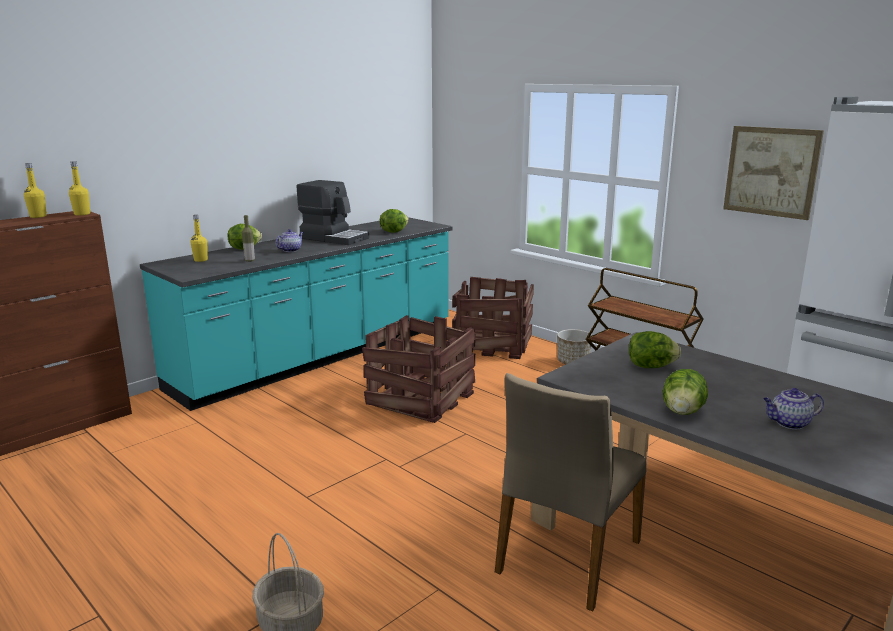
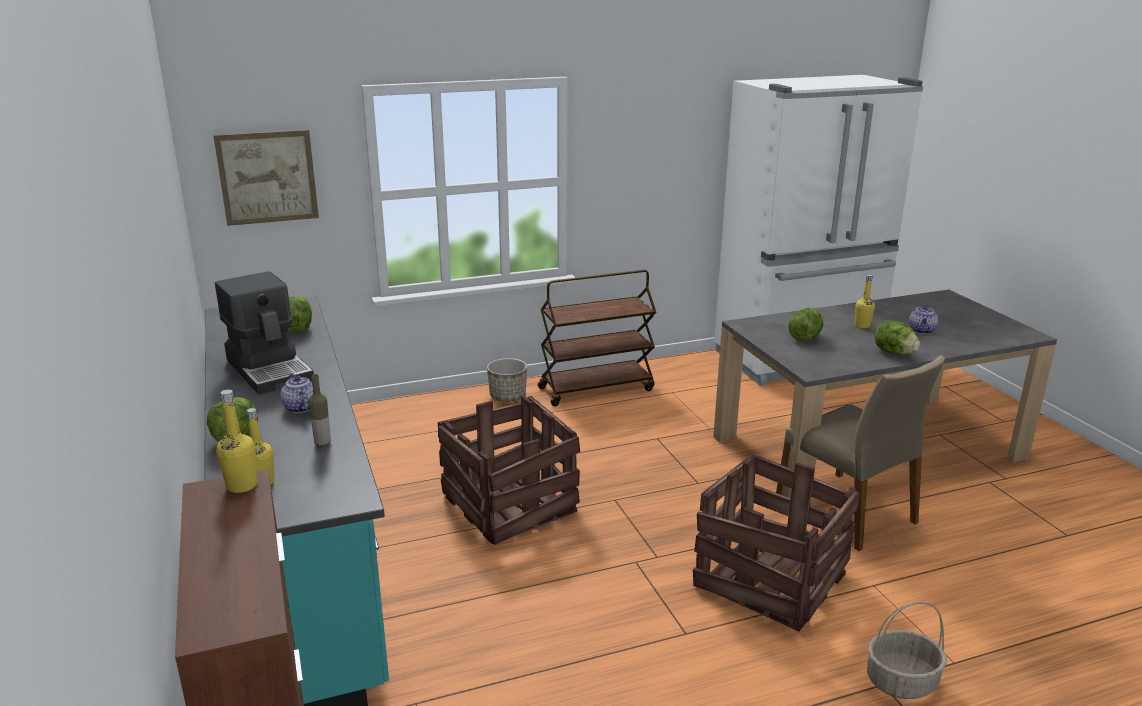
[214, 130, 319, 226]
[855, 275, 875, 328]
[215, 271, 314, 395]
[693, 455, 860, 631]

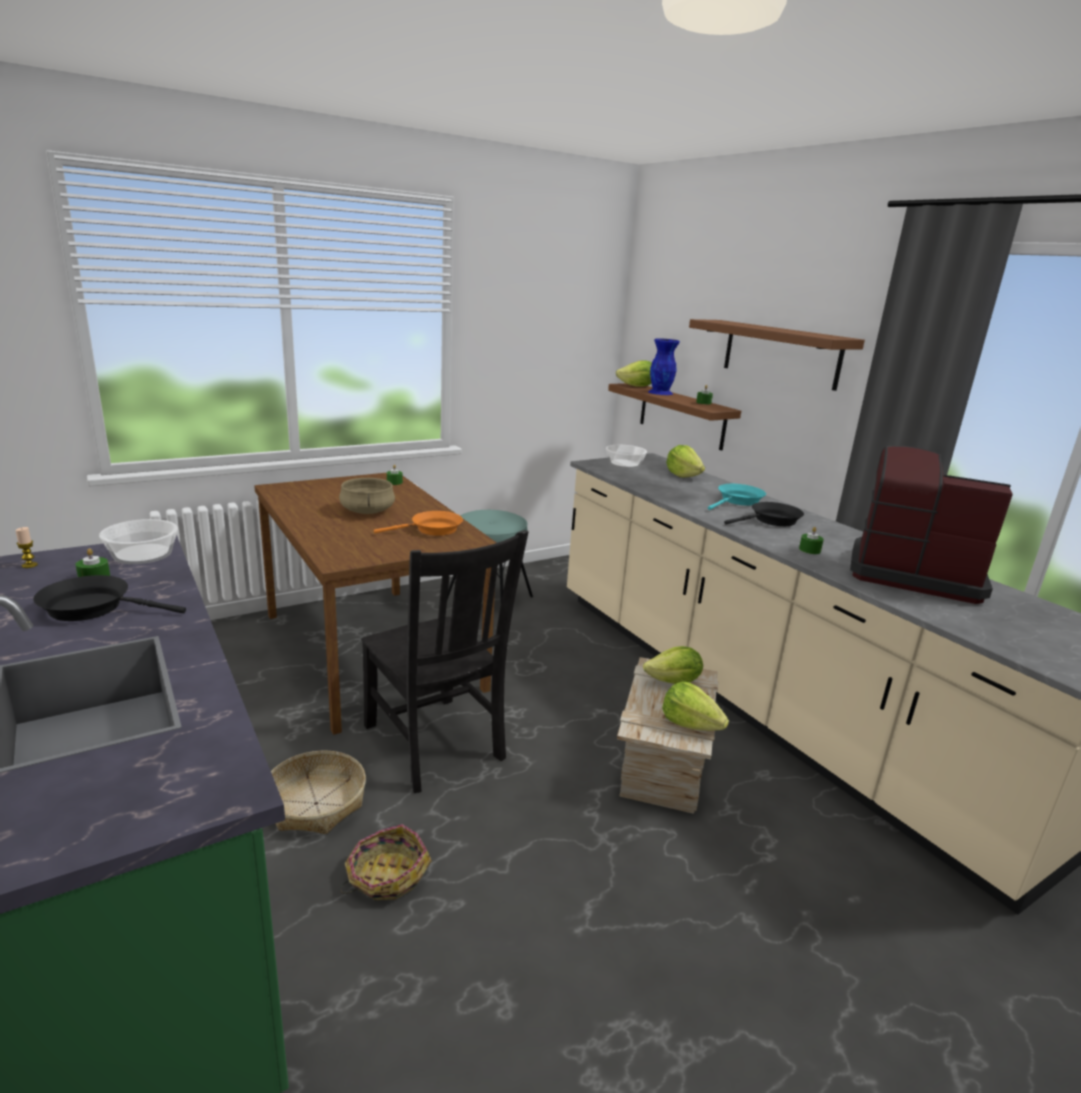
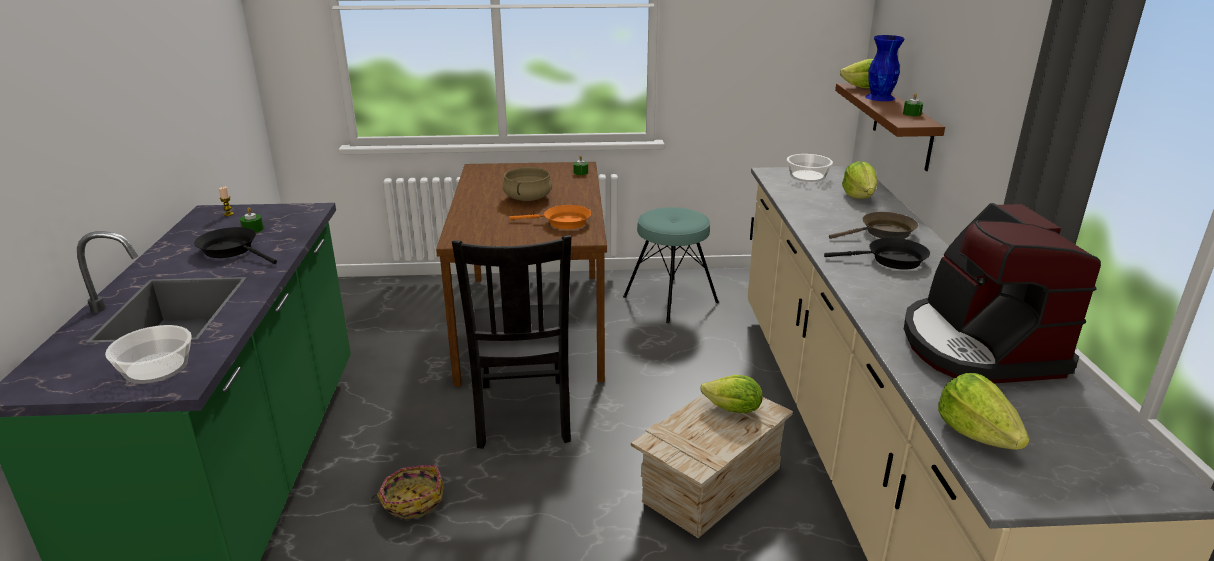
[689, 319, 865, 391] (first image)
[904, 203, 1101, 383]
[829, 212, 918, 239]
[105, 325, 192, 384]
[799, 527, 824, 554] (first image)
[938, 373, 1030, 450]
[271, 751, 366, 834] (first image)

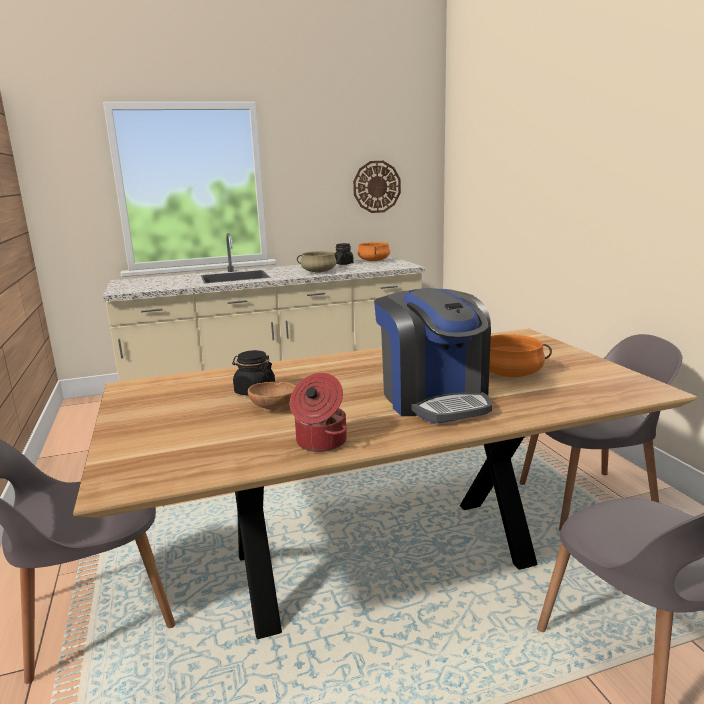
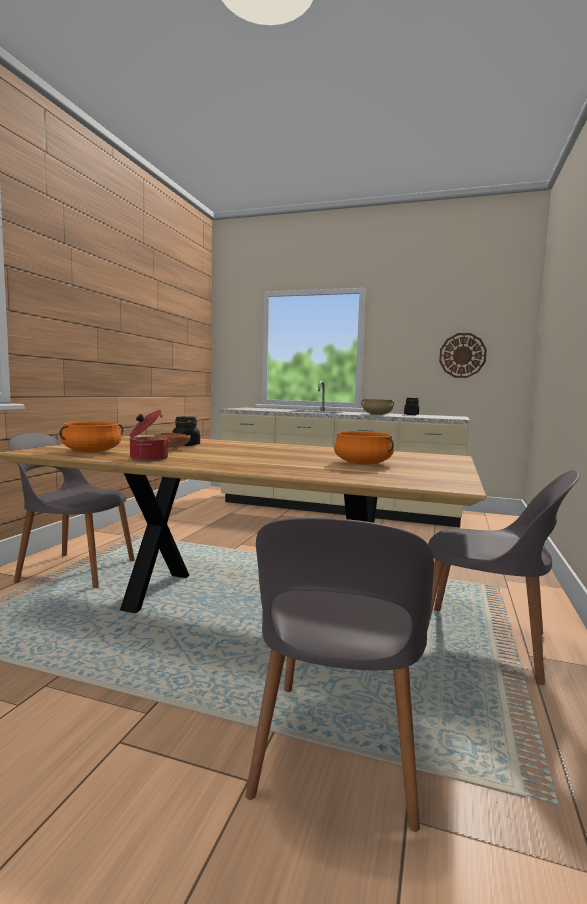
[60, 422, 123, 453]
[374, 288, 492, 423] (first image)

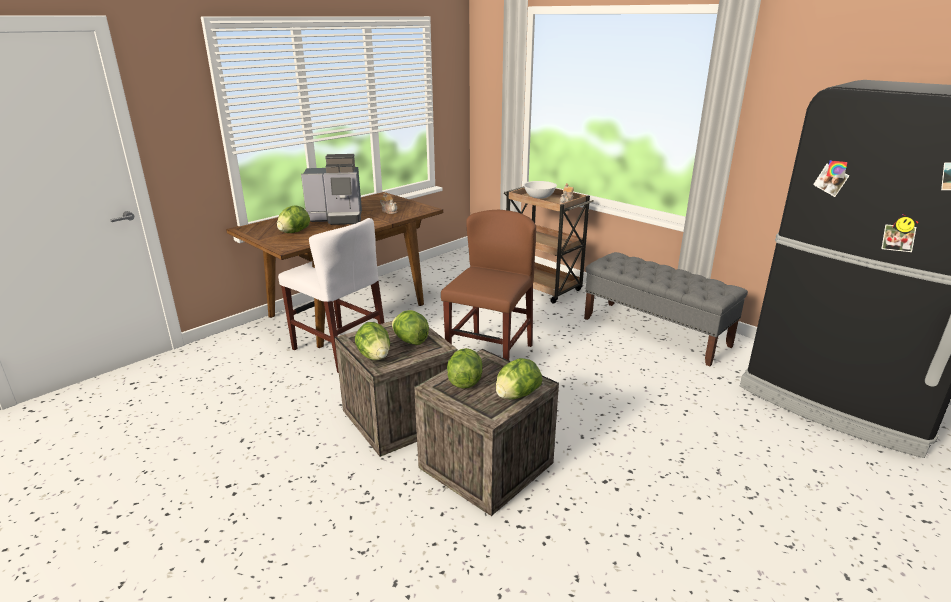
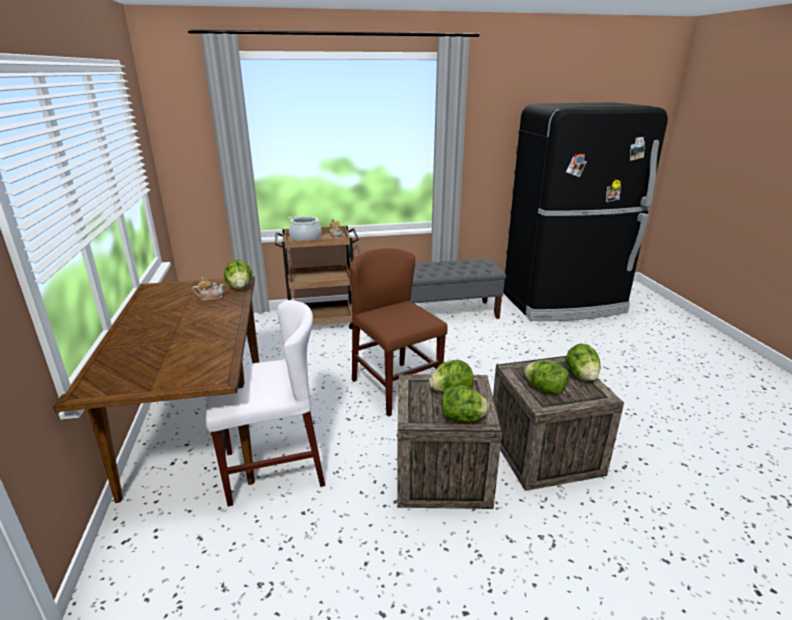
[301, 154, 362, 225] (first image)
[289, 216, 321, 240]
[224, 260, 252, 290]

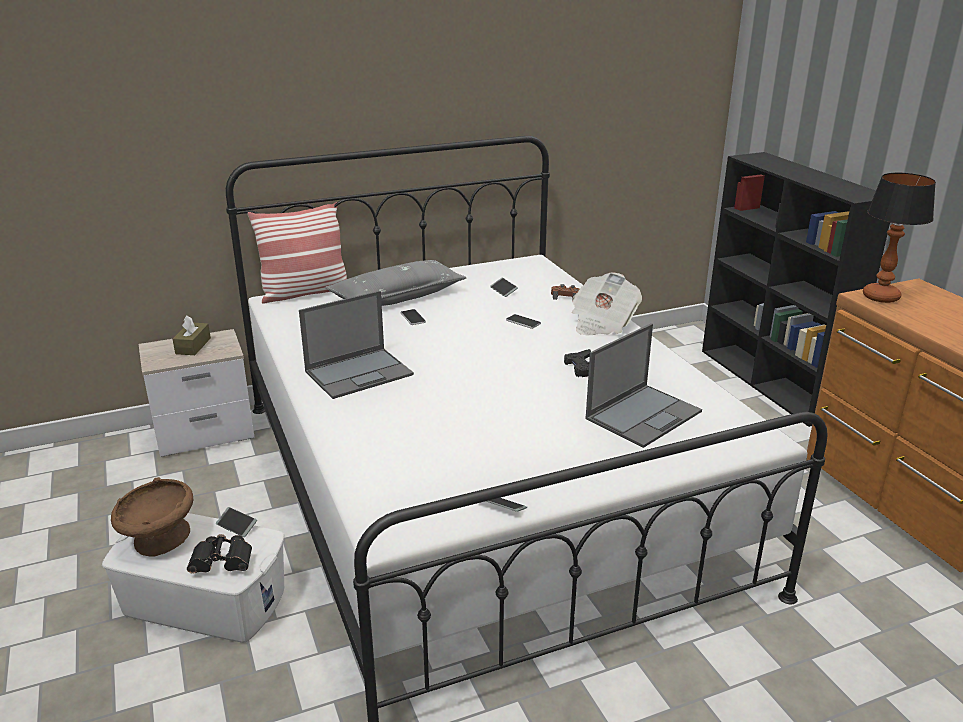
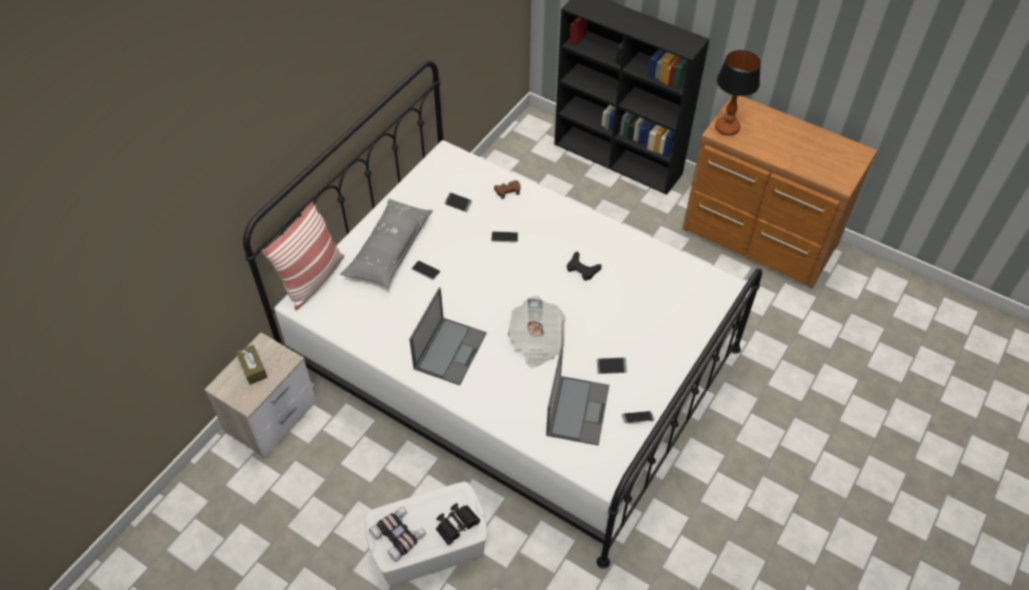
[508, 296, 565, 368]
[546, 347, 609, 446]
[369, 506, 426, 562]
[597, 358, 627, 374]

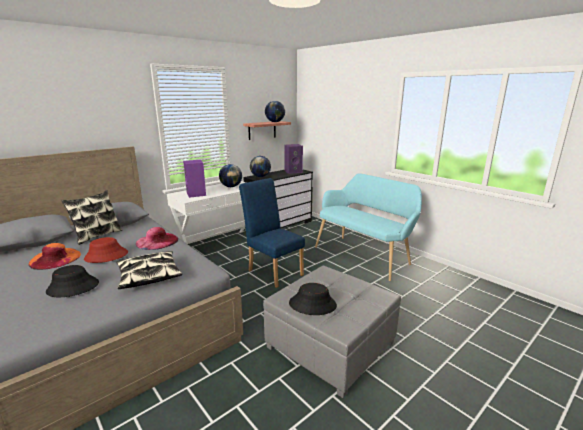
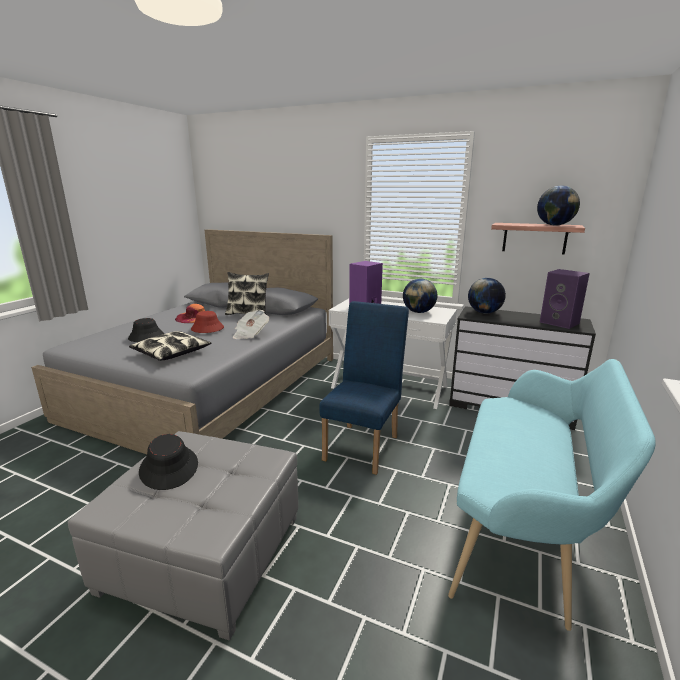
[233, 310, 269, 339]

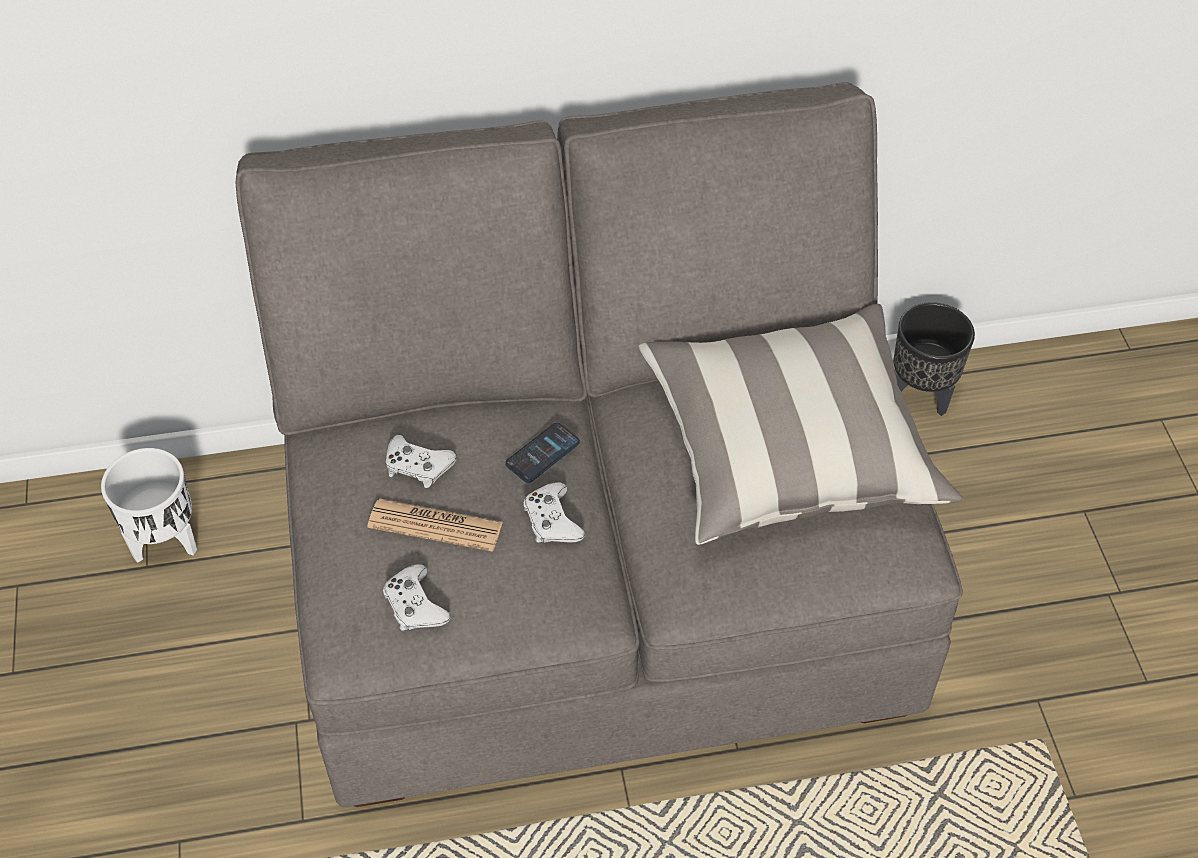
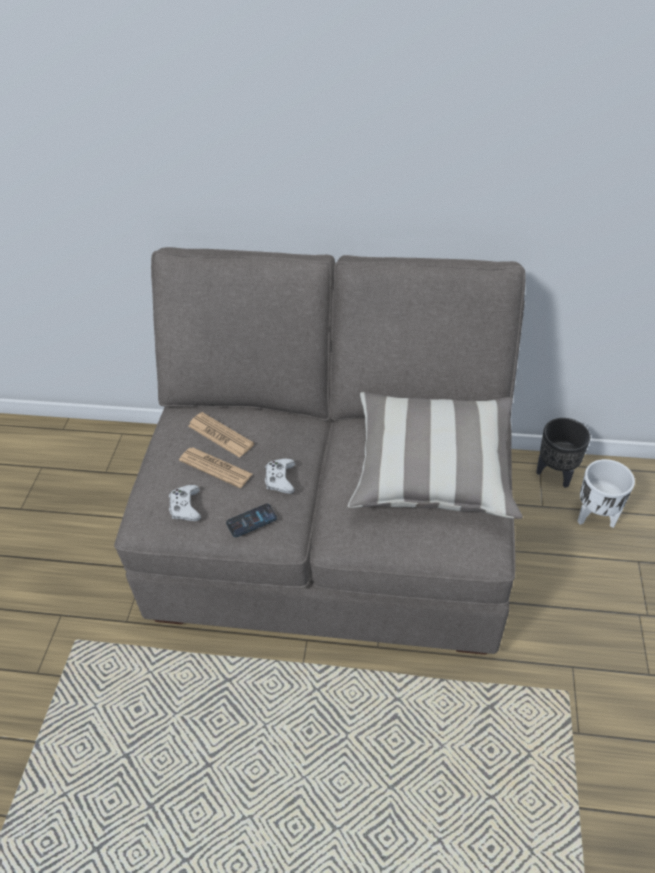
[226, 504, 277, 537]
[188, 412, 254, 458]
[577, 459, 635, 528]

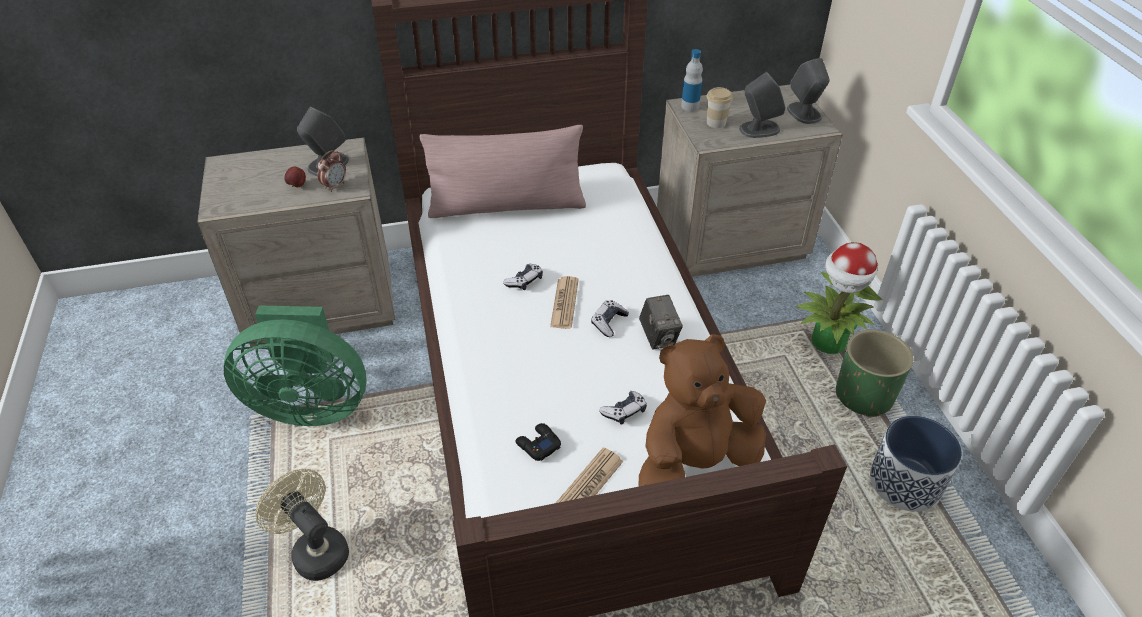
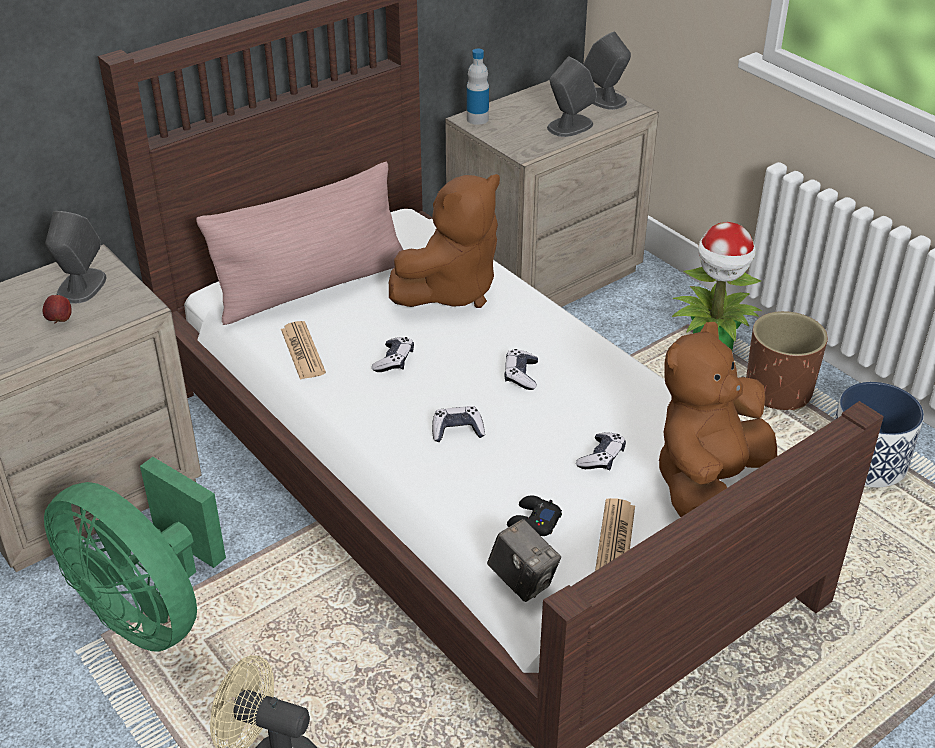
[707, 87, 733, 128] (first image)
[317, 150, 346, 192] (first image)
[281, 321, 326, 380]
[487, 519, 561, 602]
[44, 457, 226, 652]
[746, 311, 828, 411]
[389, 174, 500, 308]
[432, 406, 485, 442]

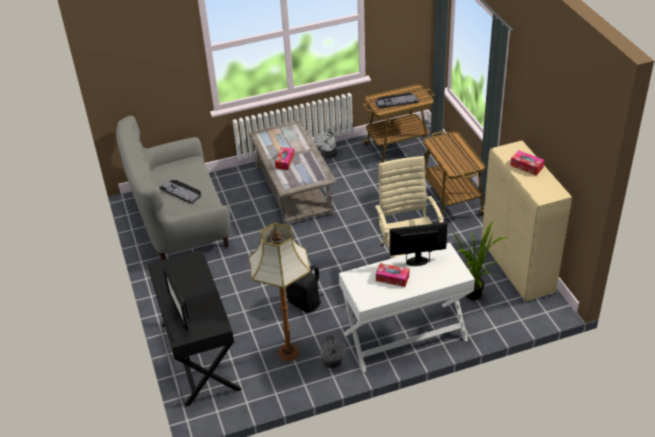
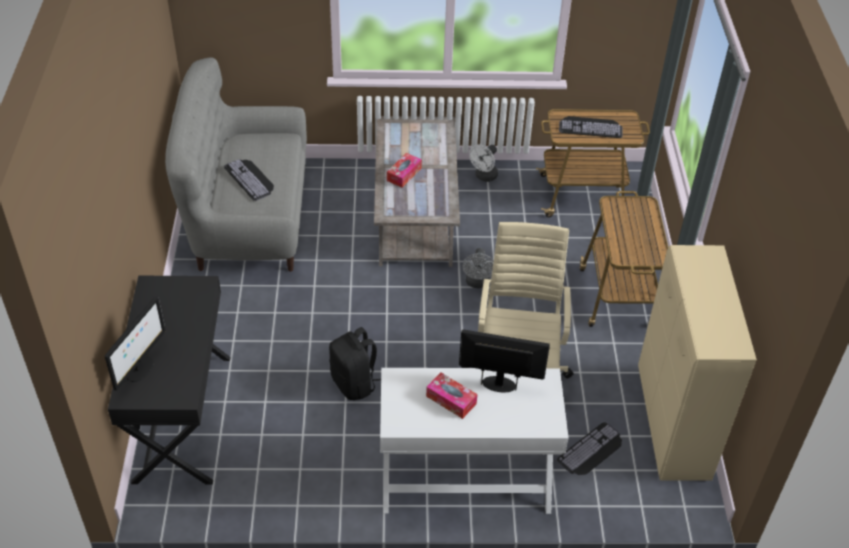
[510, 150, 544, 175] (first image)
[557, 422, 622, 475]
[249, 223, 311, 361] (first image)
[105, 296, 166, 391]
[462, 248, 494, 288]

